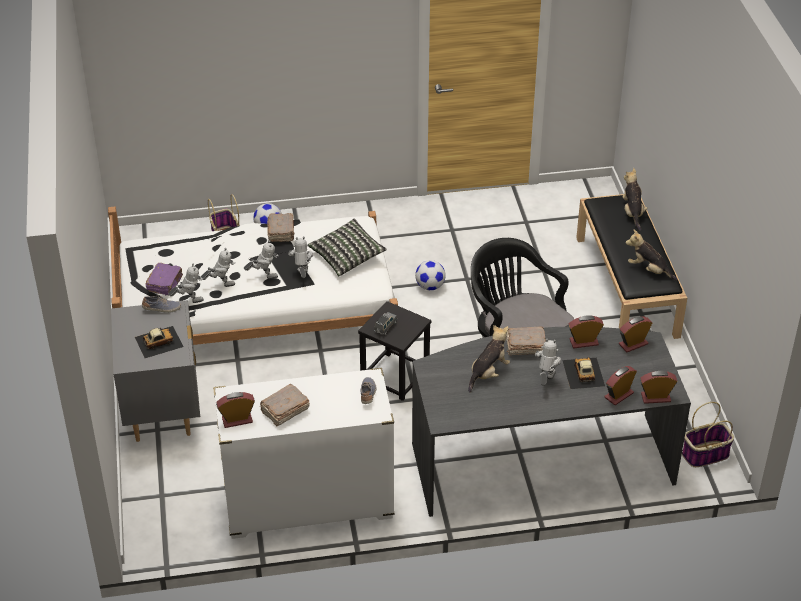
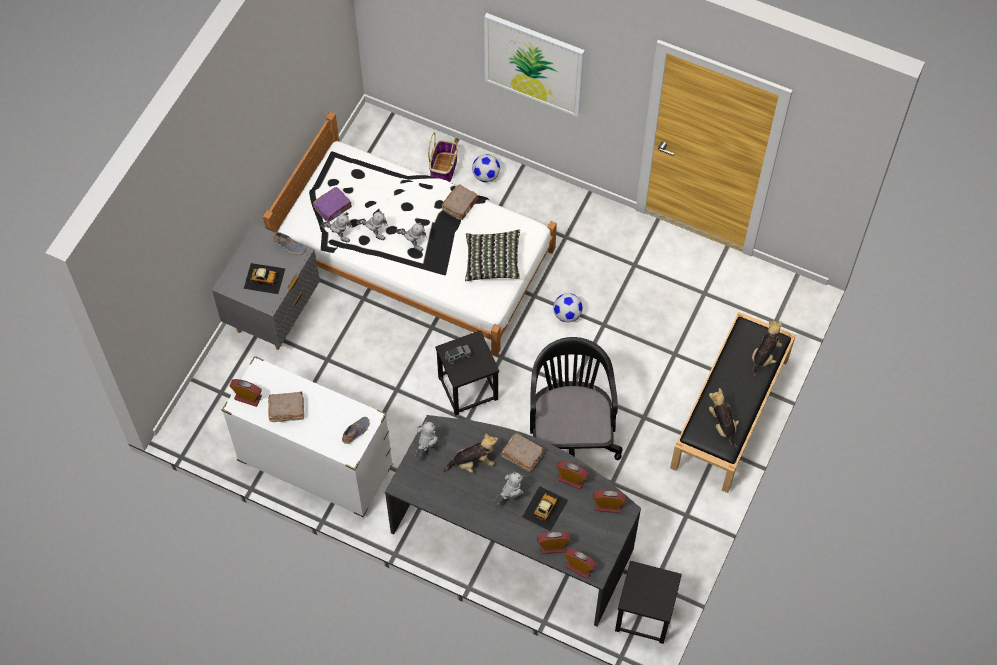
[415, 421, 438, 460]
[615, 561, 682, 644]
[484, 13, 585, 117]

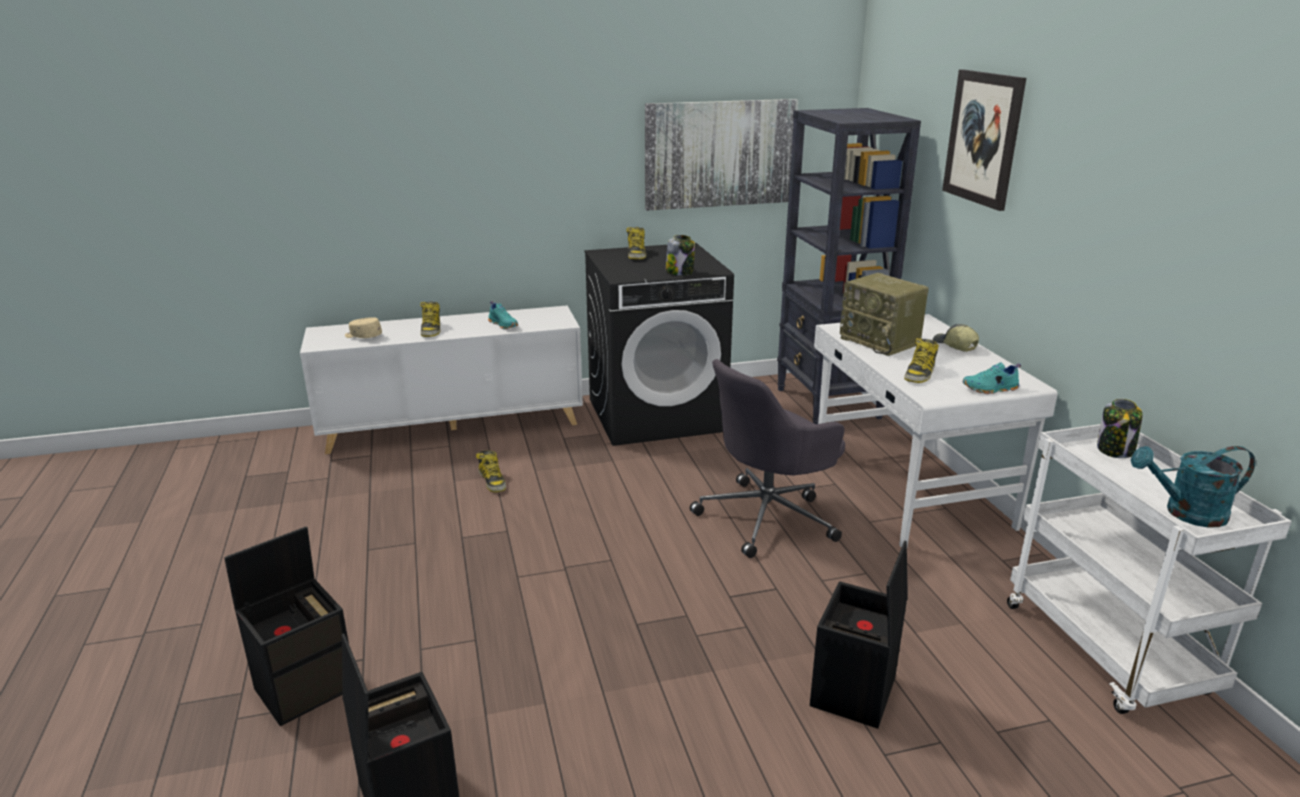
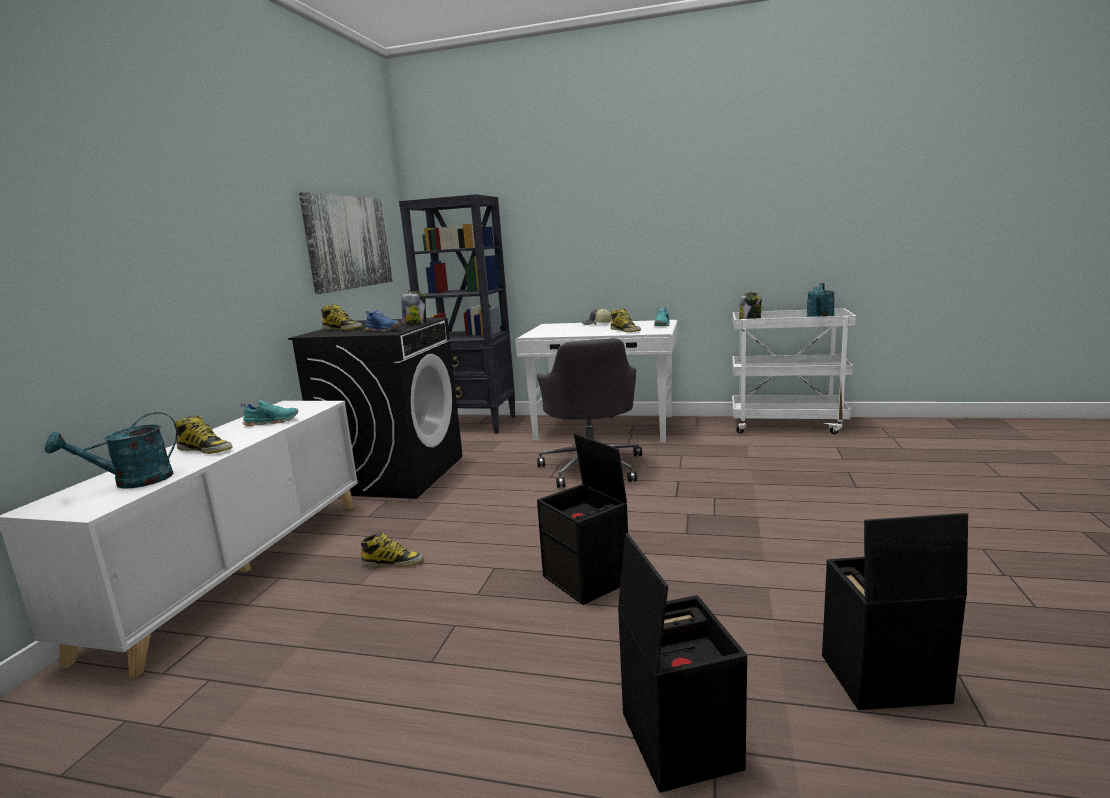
[942, 69, 1026, 211] (first image)
[840, 273, 929, 356] (first image)
[44, 412, 178, 489]
[537, 433, 628, 605]
[366, 310, 400, 332]

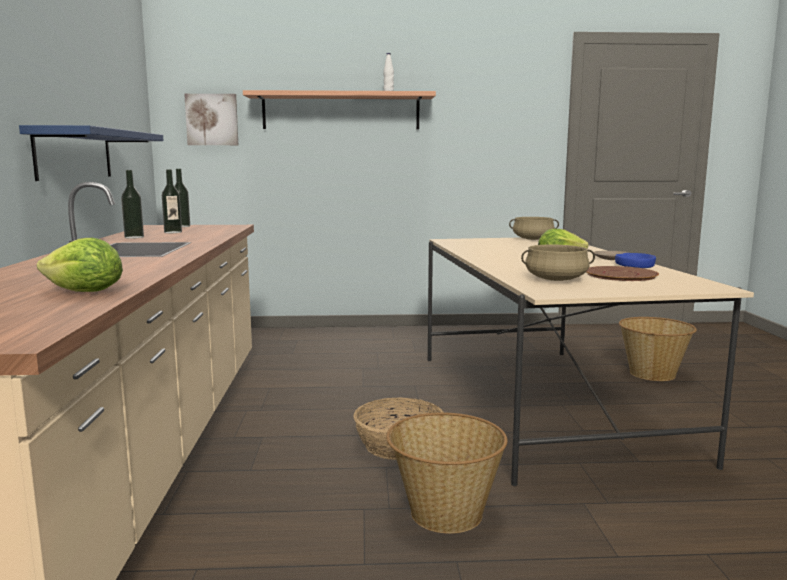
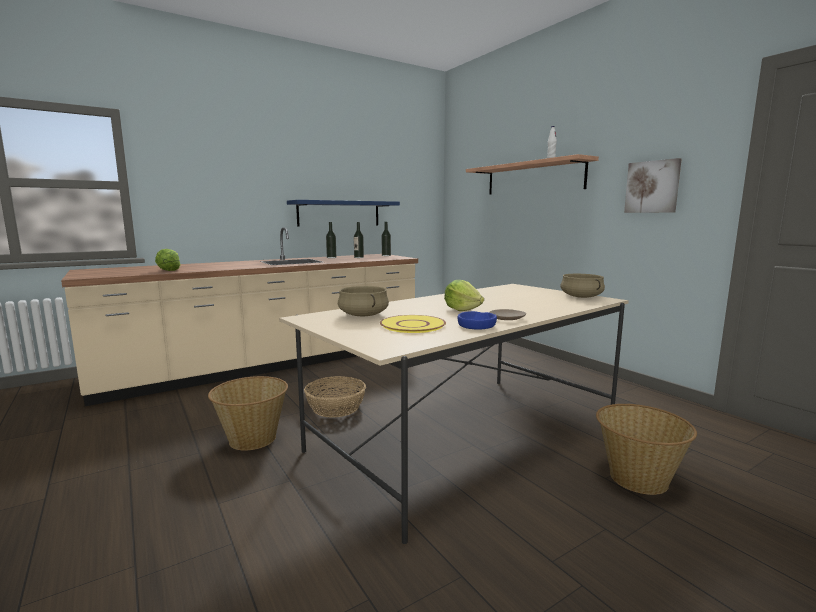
[624, 158, 682, 213]
[380, 315, 446, 333]

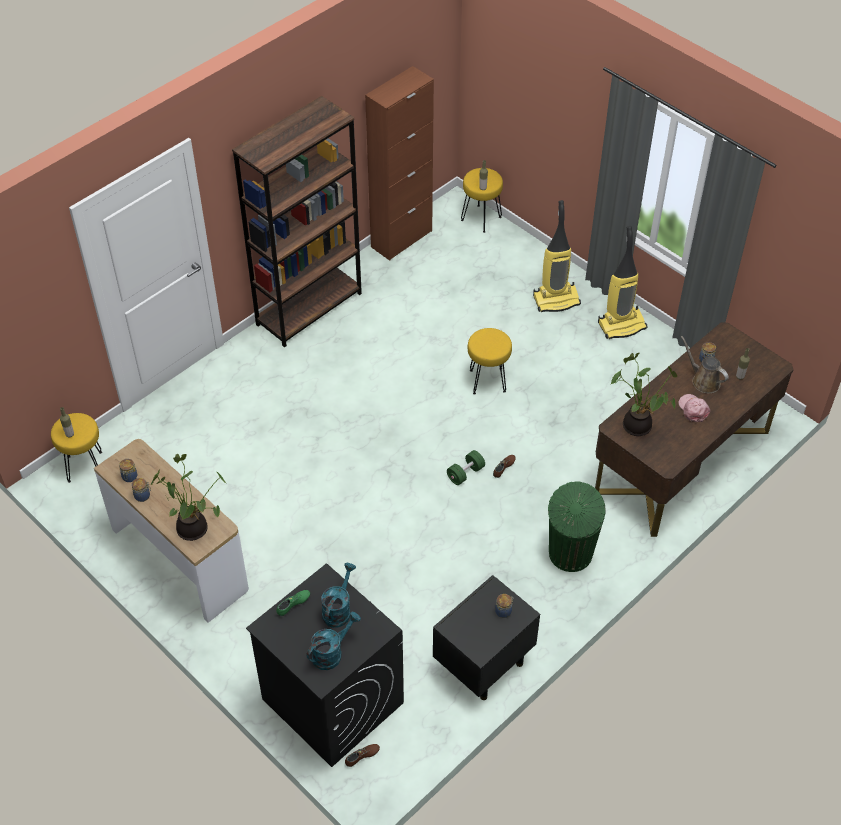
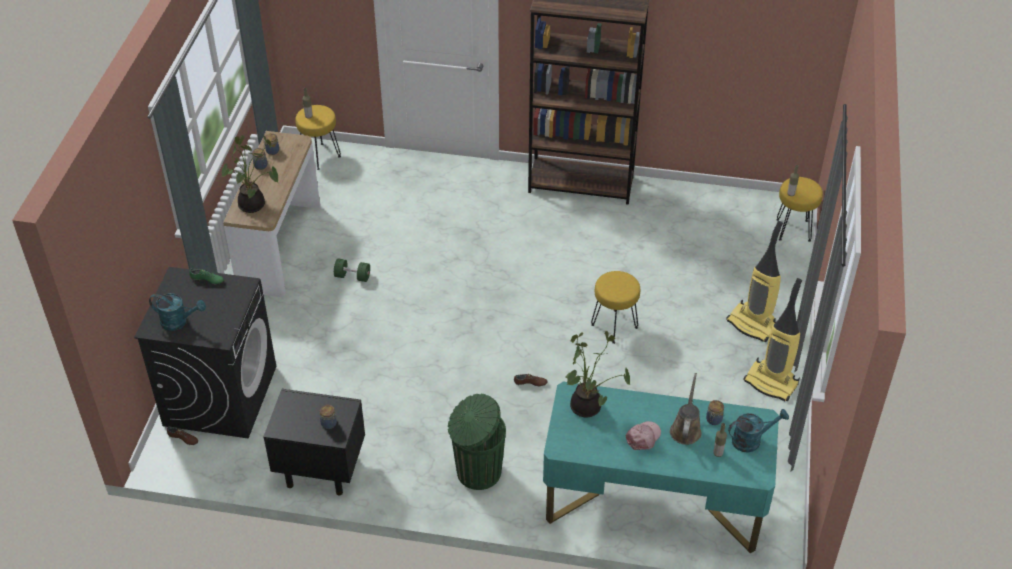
[365, 66, 434, 261] (first image)
[543, 381, 779, 554]
[334, 258, 370, 282]
[728, 409, 789, 452]

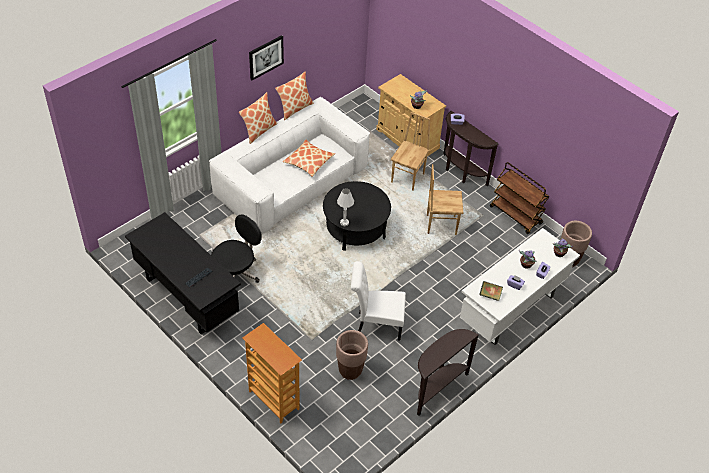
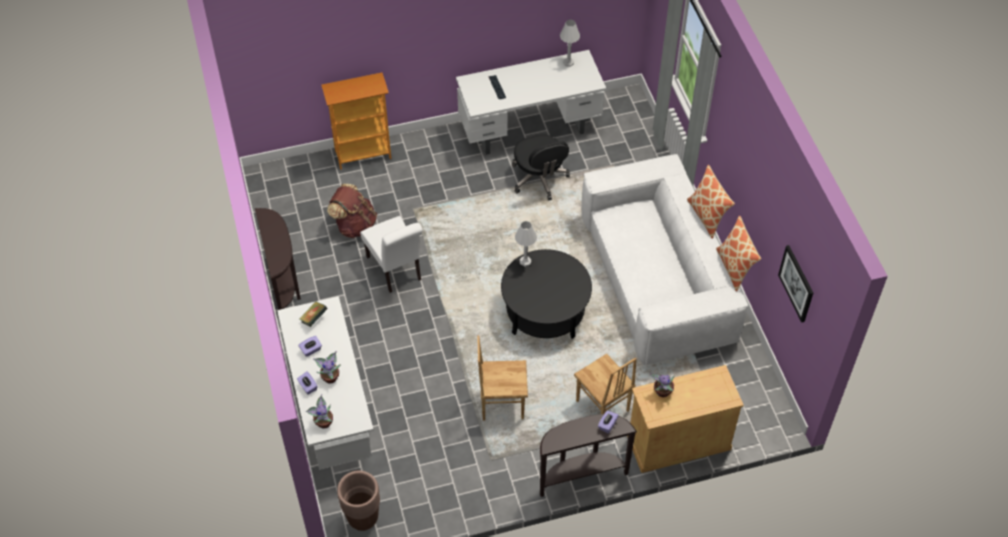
[778, 245, 813, 323]
[283, 140, 335, 177] (first image)
[490, 162, 549, 234] (first image)
[477, 335, 528, 420]
[456, 50, 606, 155]
[360, 216, 423, 293]
[327, 184, 377, 238]
[560, 20, 580, 67]

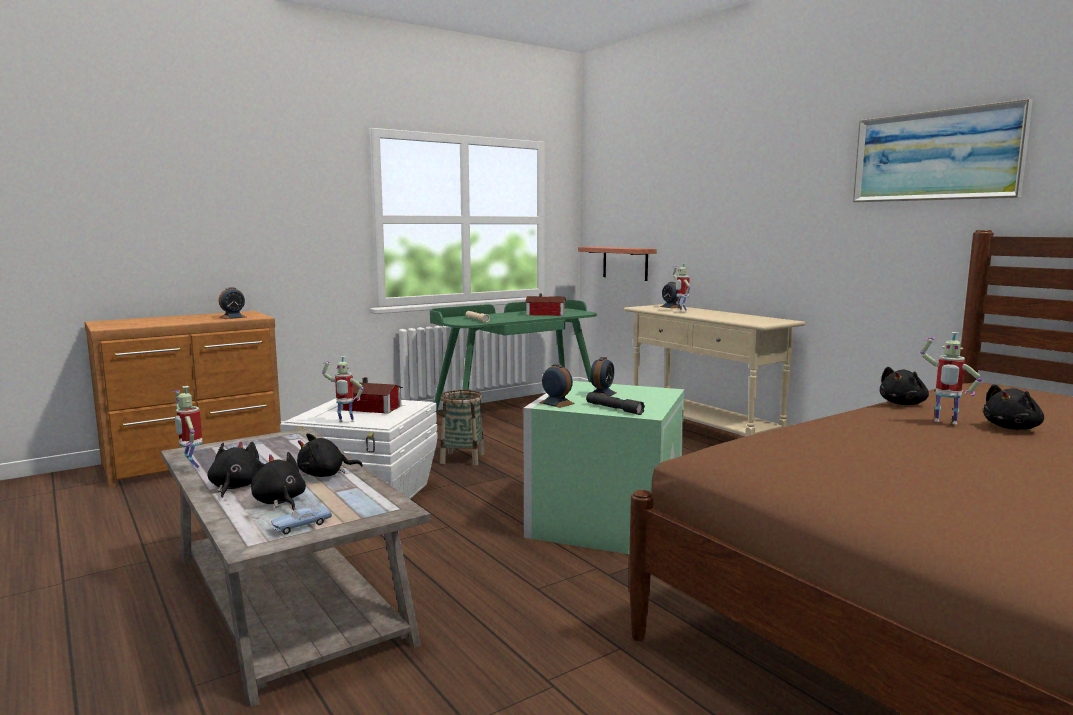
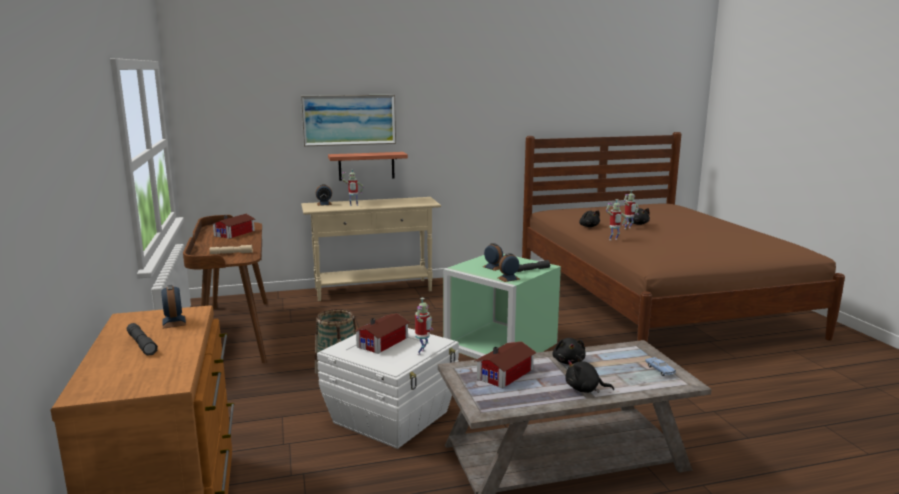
[301, 95, 396, 147]
[328, 152, 408, 181]
[183, 215, 268, 363]
[606, 199, 627, 240]
[251, 452, 306, 510] (first image)
[127, 323, 158, 355]
[475, 342, 537, 389]

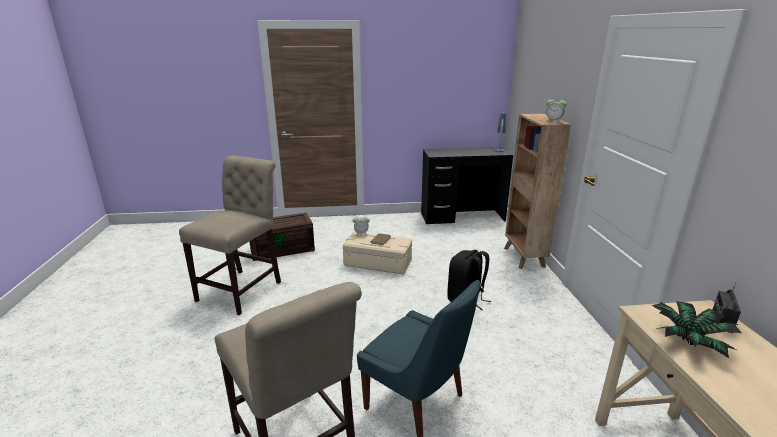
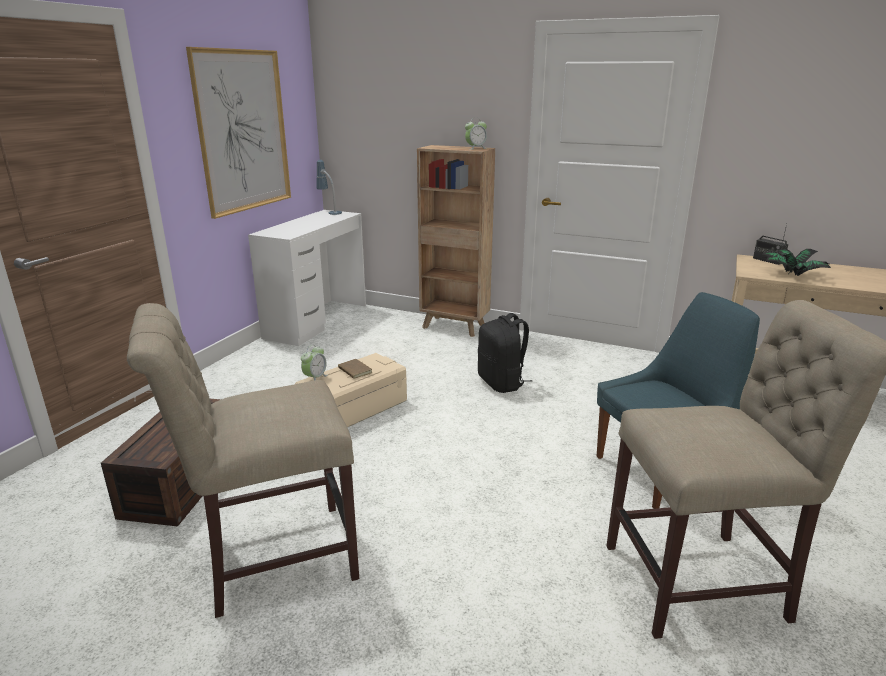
[248, 210, 366, 346]
[127, 303, 359, 618]
[186, 47, 291, 219]

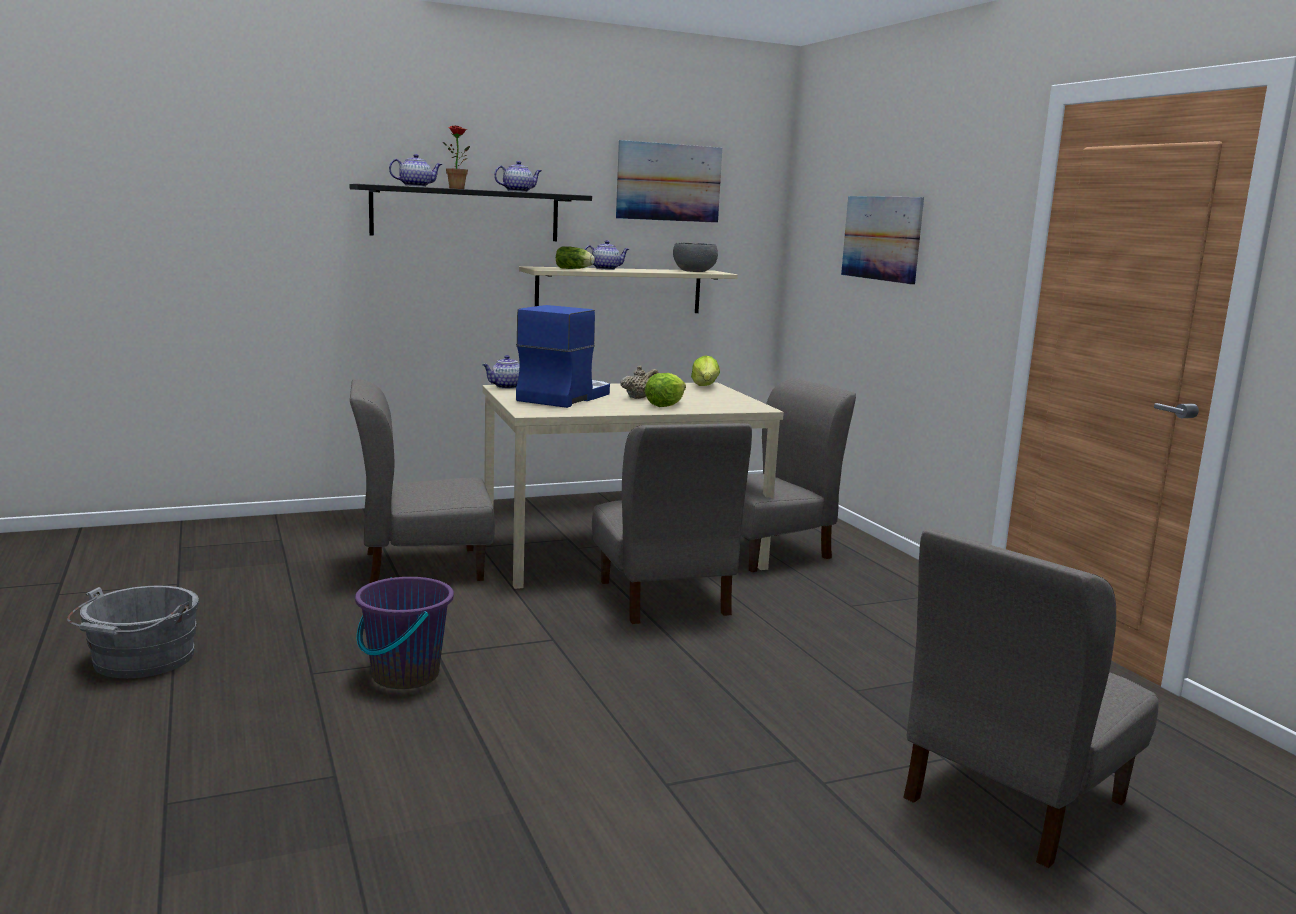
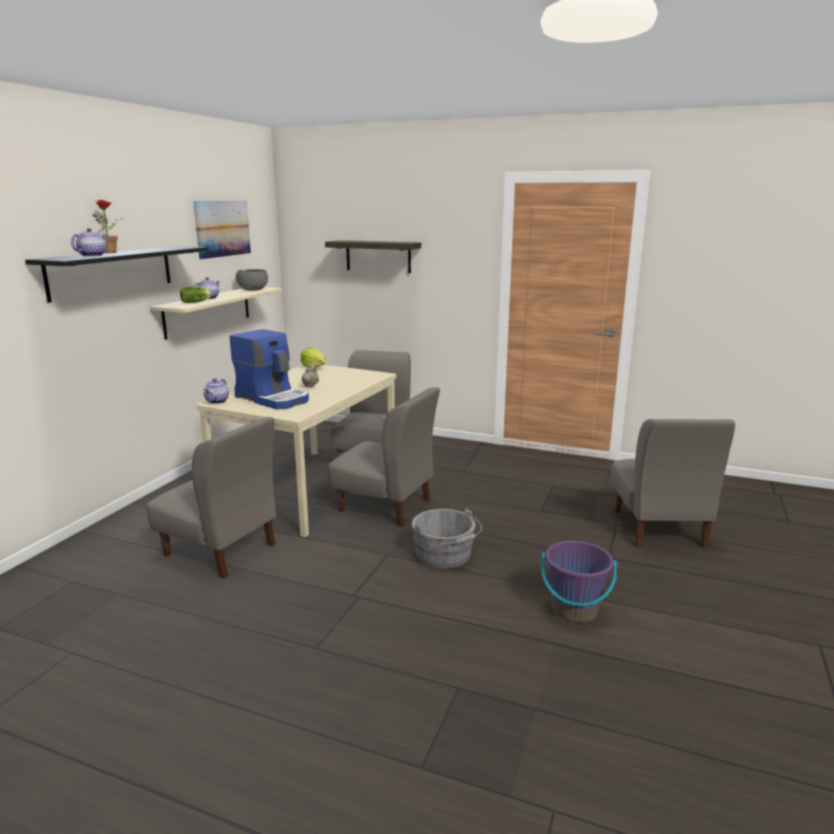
[494, 161, 541, 192] (first image)
[325, 240, 421, 273]
[230, 329, 309, 410]
[645, 373, 686, 407] (first image)
[147, 417, 276, 579]
[541, 541, 617, 622]
[412, 509, 482, 568]

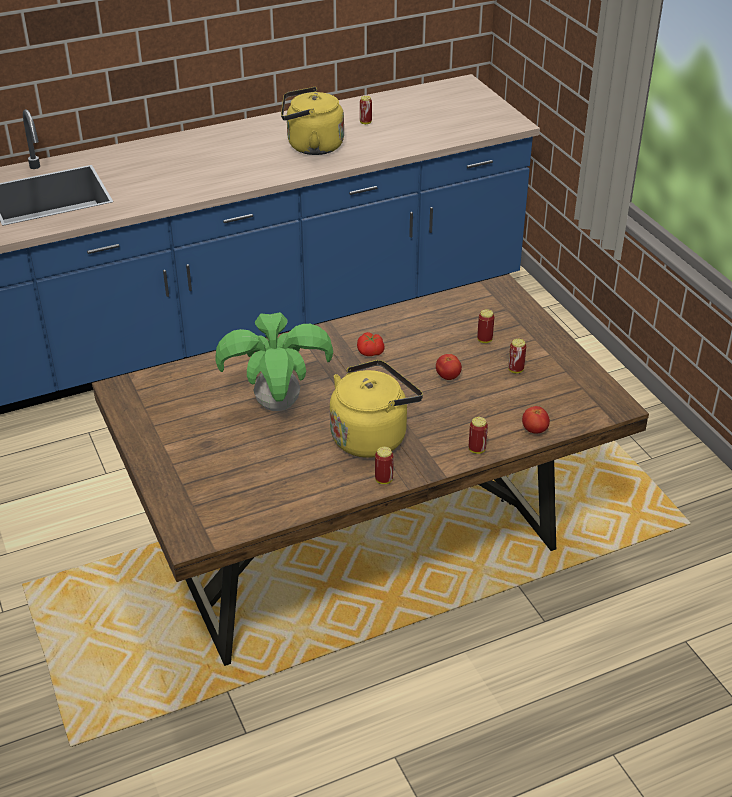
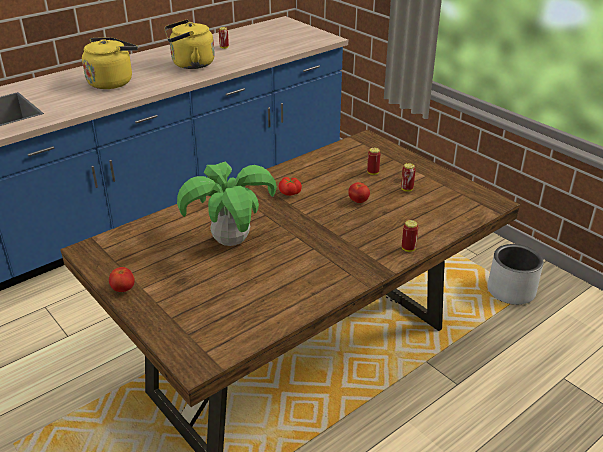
[82, 37, 138, 89]
[109, 267, 135, 292]
[375, 447, 394, 484] (first image)
[488, 244, 544, 305]

